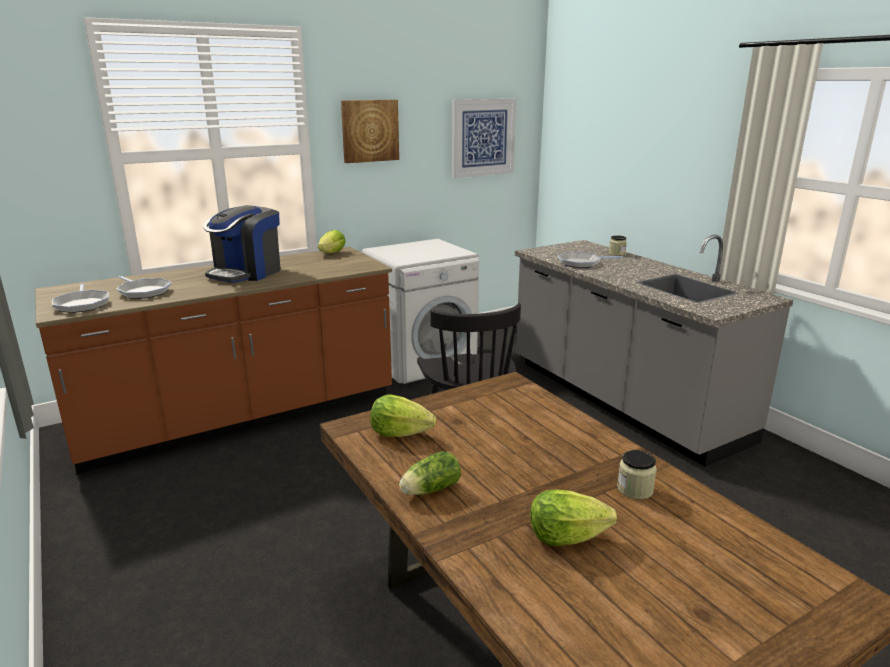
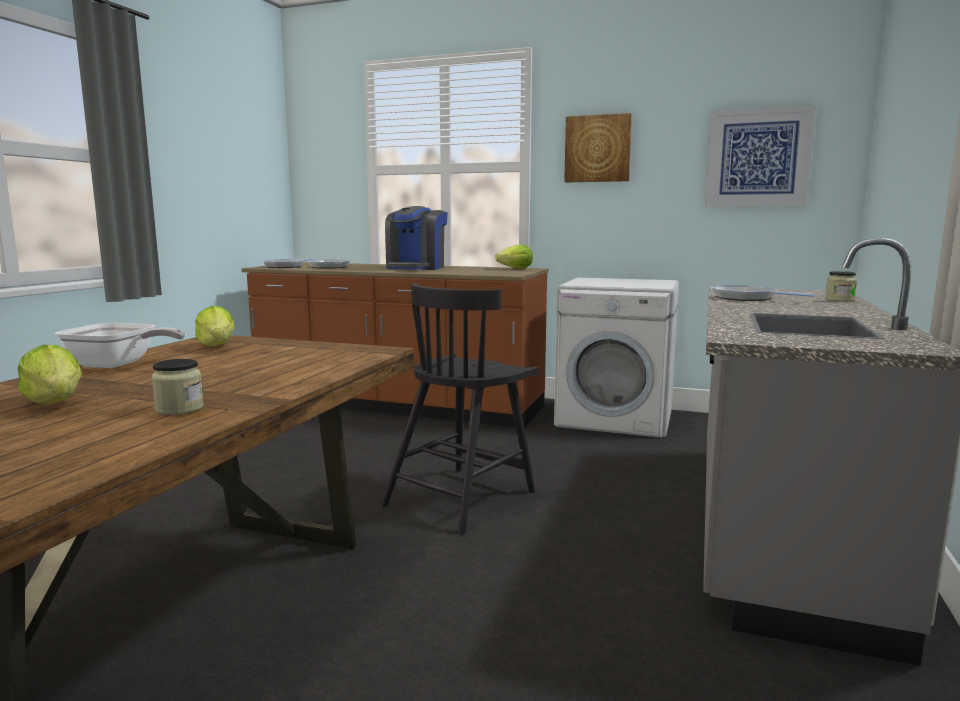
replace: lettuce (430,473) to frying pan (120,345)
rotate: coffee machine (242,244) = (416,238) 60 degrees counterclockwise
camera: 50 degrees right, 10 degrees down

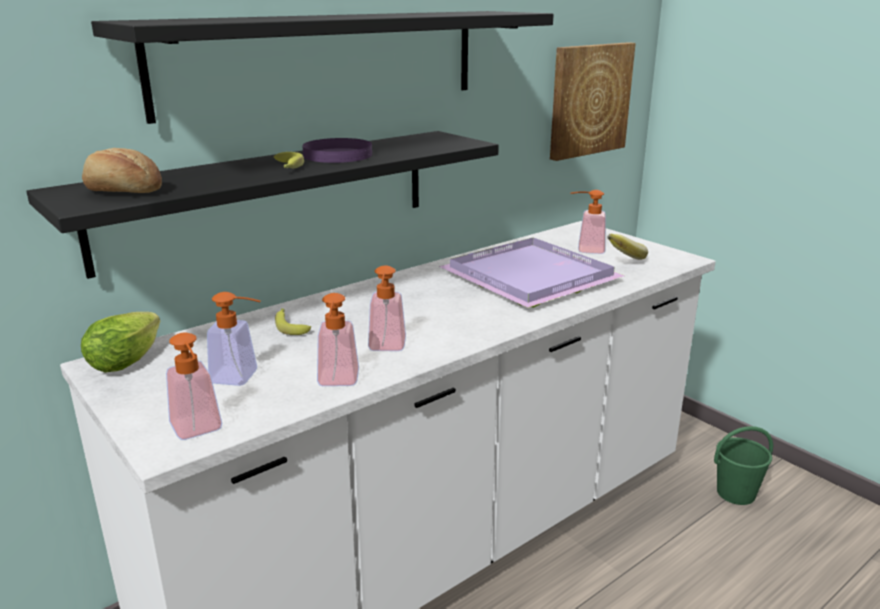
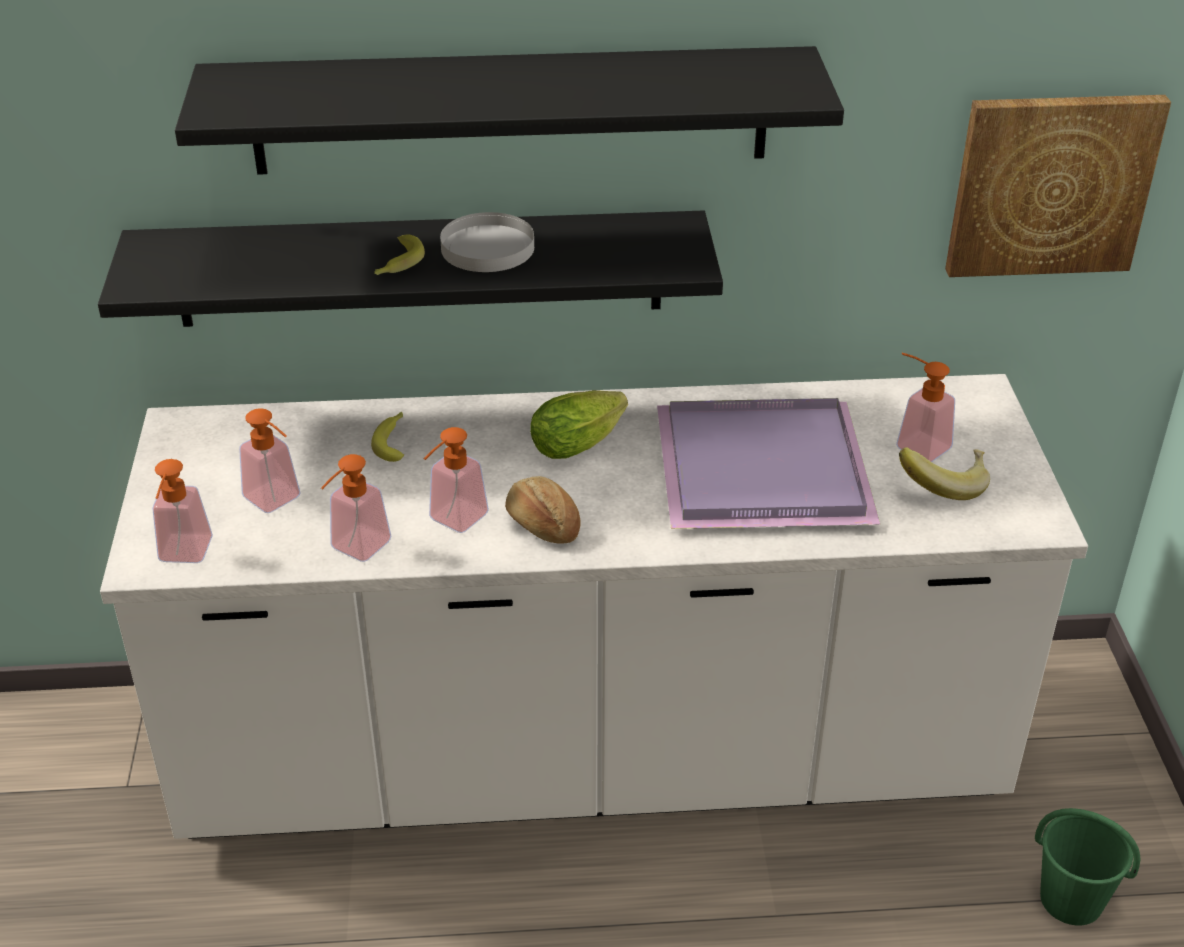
move: bread (122,170) to (543,510); lettuce (120,342) to (579,424)
recolor: purple plate (337,150) to white plate (487,242)
camera: 35 degrees right, 15 degrees up

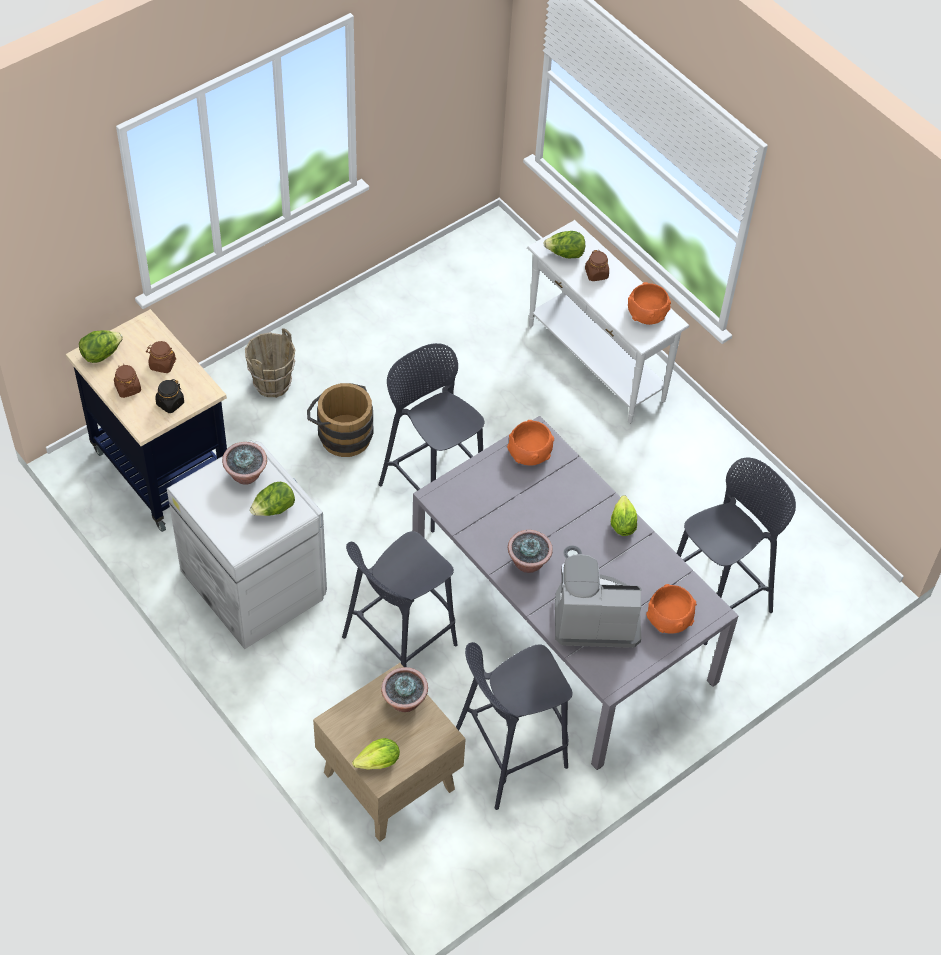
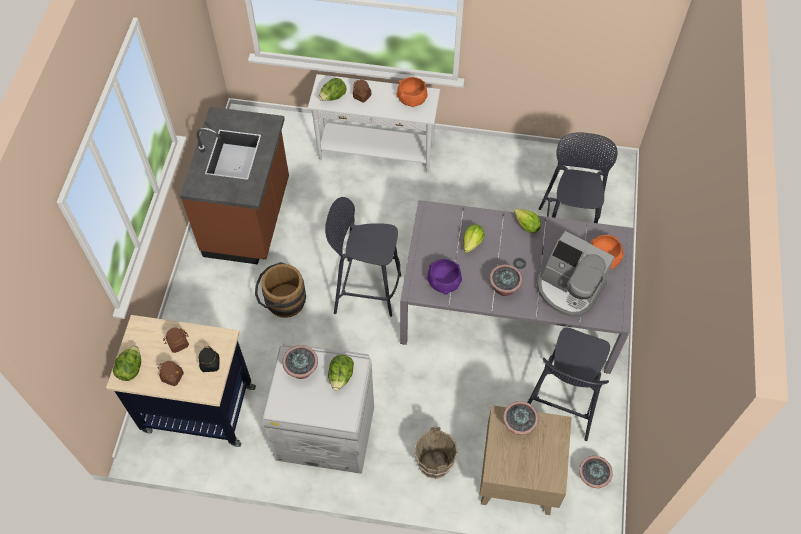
delete: grey stool (400,599); orange bowl (530,443)
insert: brown counter (234,186); purple bowl (444,277); potted plant (596,472)
move: brown bucket (270,363) to (436,453); lettuce (376,754) to (474,238)
rotate: coffee machine (598,601) = (575,274) 105 degrees counterclockwise
camera: 40 degrees left, 5 degrees up

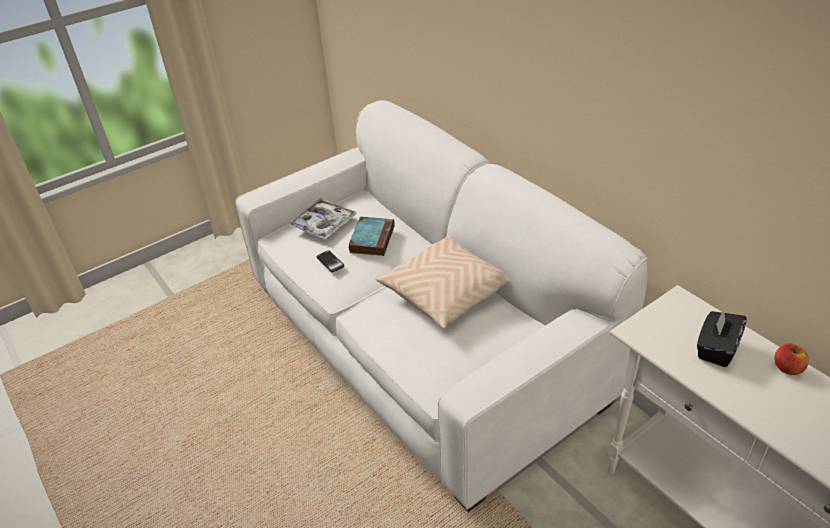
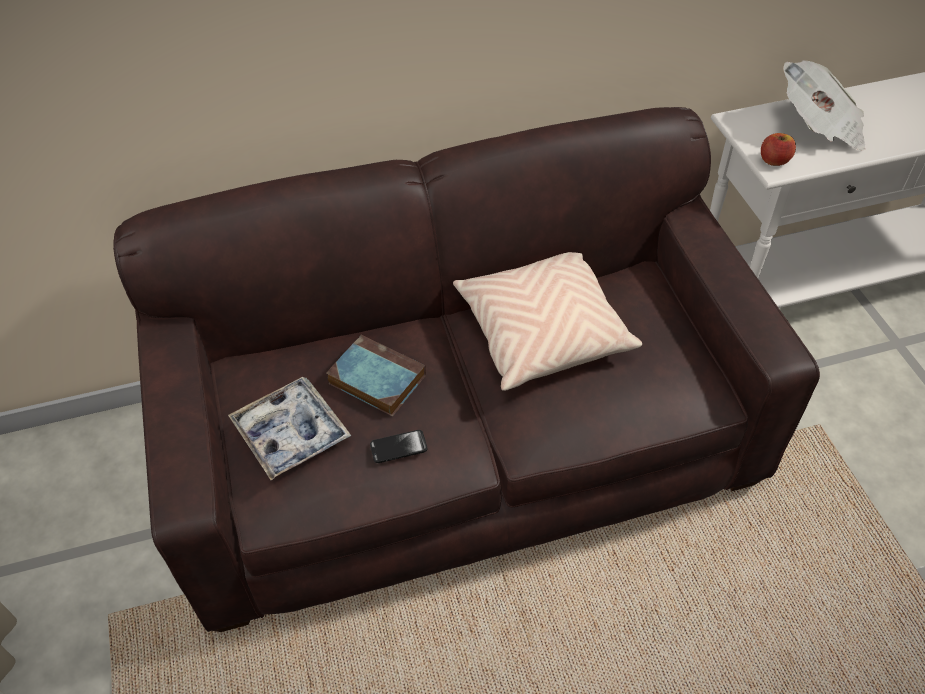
move: apple (791,359) to (778,149)
replace: black tissue box (722,338) to newspaper (824,105)
recolor: white sofa (441,306) to brown sofa (466,369)
camera: 70 degrees left, 10 degrees up

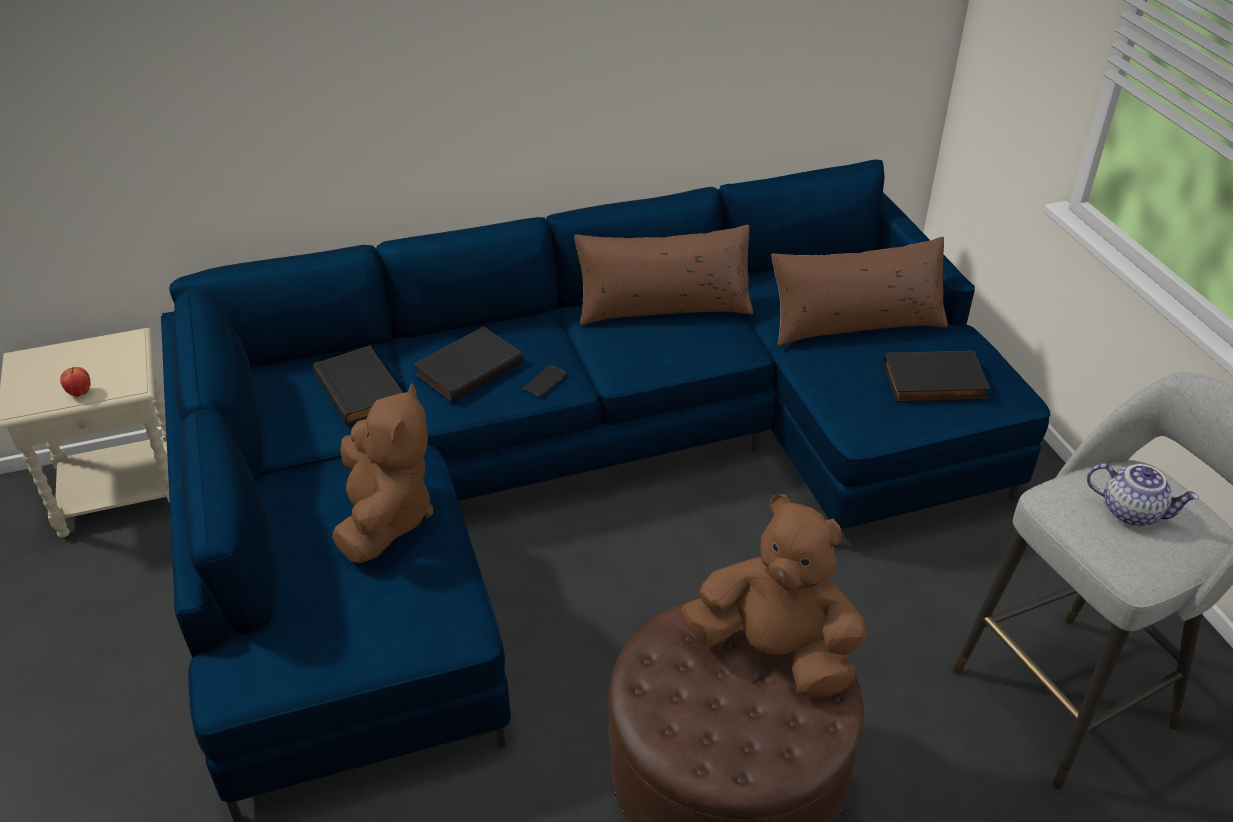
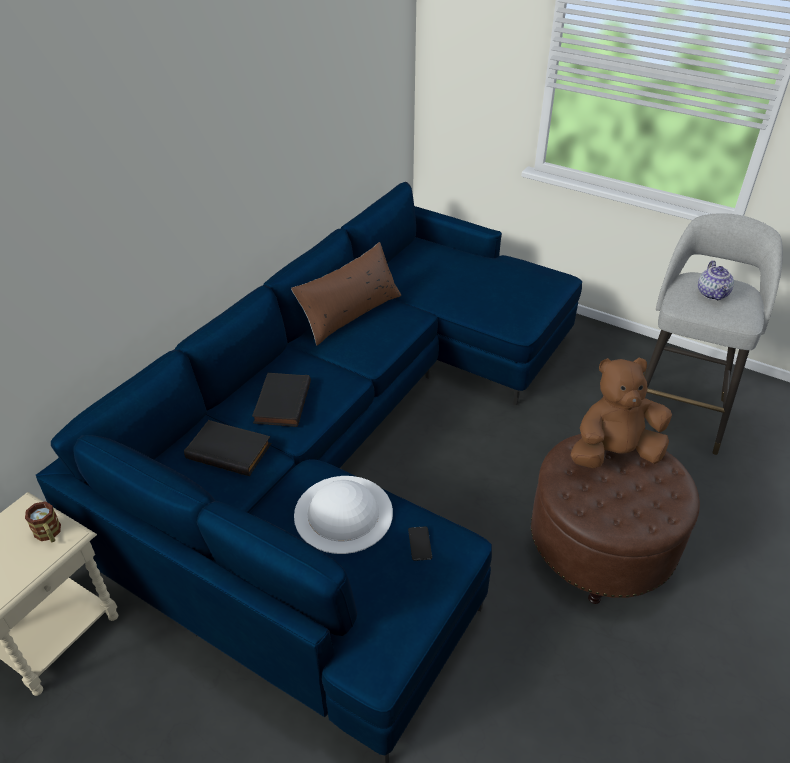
delete: apple (75,382); brown pillow (859,291); black book (936,376)
insert: mug (43,521)
move: phone (545,381) to (420,543)
replace: brown plush toy (382,473) to white hat (343,515)
rotate: teapot (1143,494) = (716,280) 105 degrees clockwise
camera: 40 degrees left, 0 degrees up

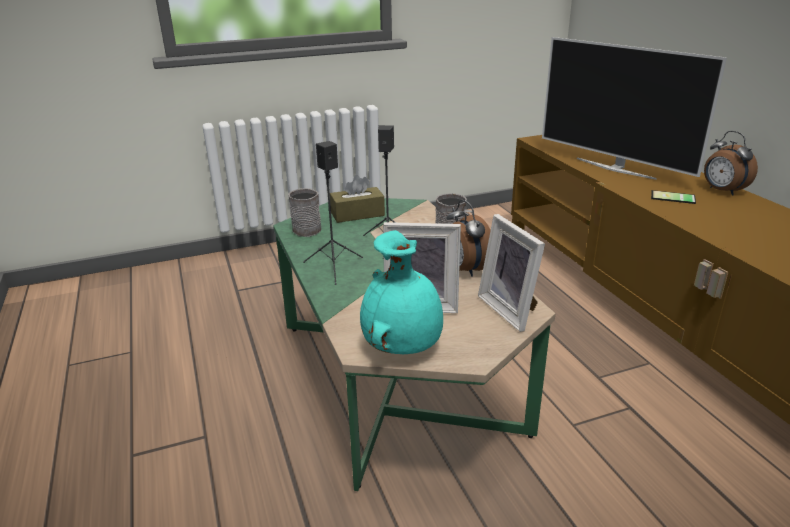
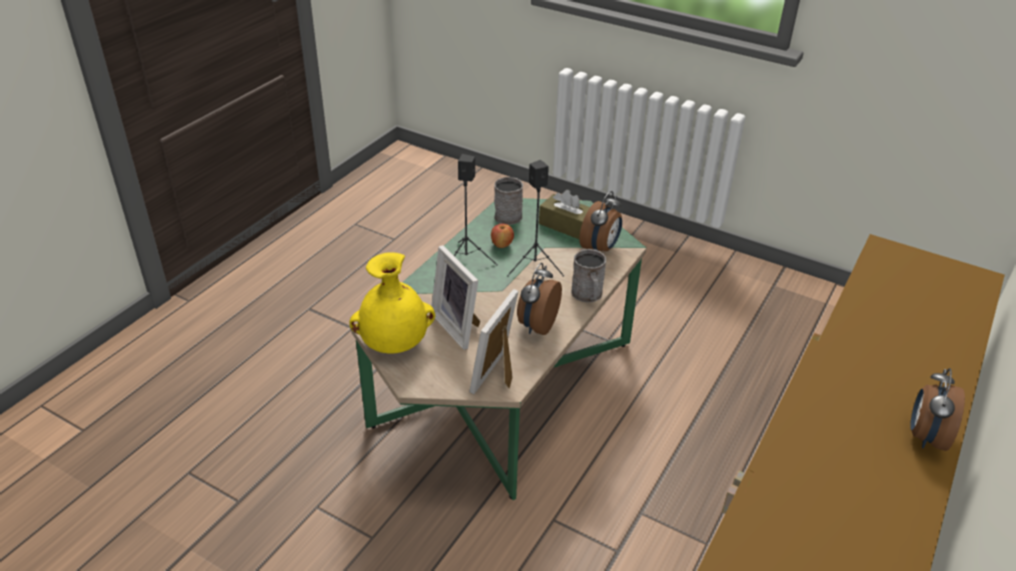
delete: television (634,108); phone (673,197)
insert: apple (502,236); alarm clock (600,221)
recolor: turquoise vase (401,292) to yellow vase (392,303)
camera: 50 degrees right, 10 degrees up

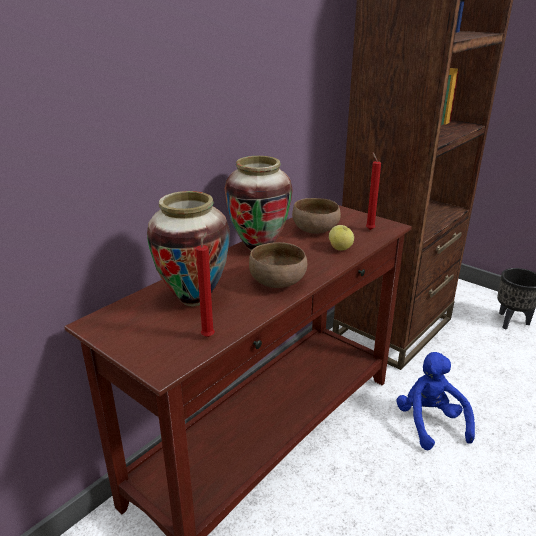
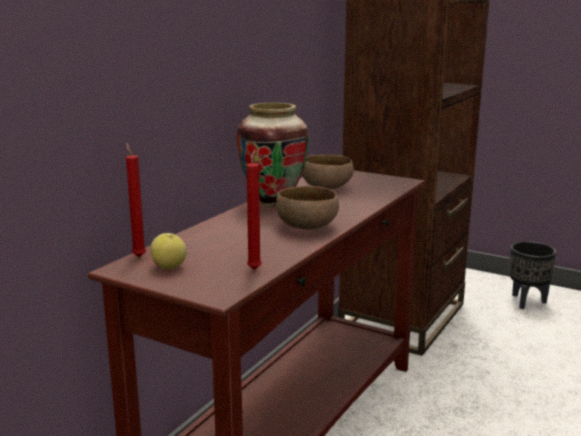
delete: vase (188,248); blue plush toy (435,401)
move: red candle (373,191) to (136,200); apple (341,238) to (169,251)
camera: 10 degrees left, 10 degrees down

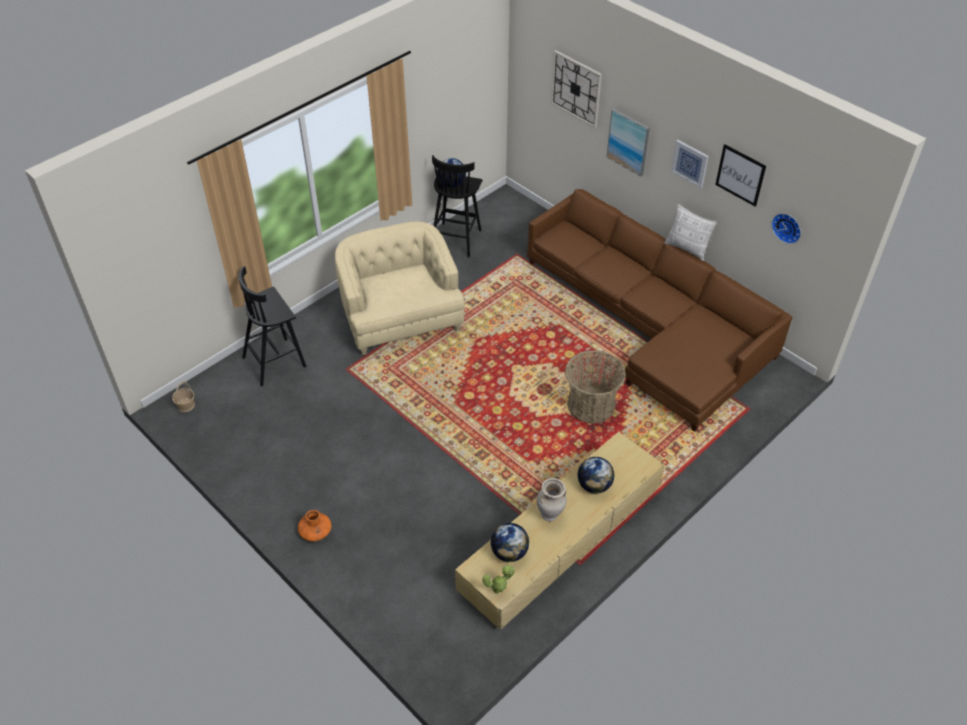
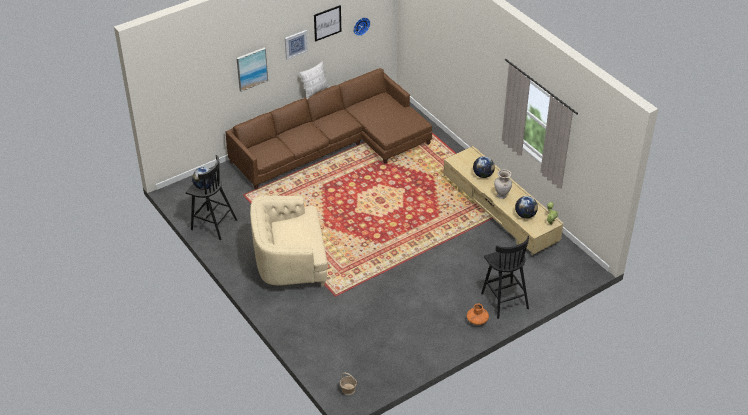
delete: wall clock (576,89); basket (595,387)
move: black stool (272,326) to (505,277)
camera: 80 degrees left, 5 degrees down

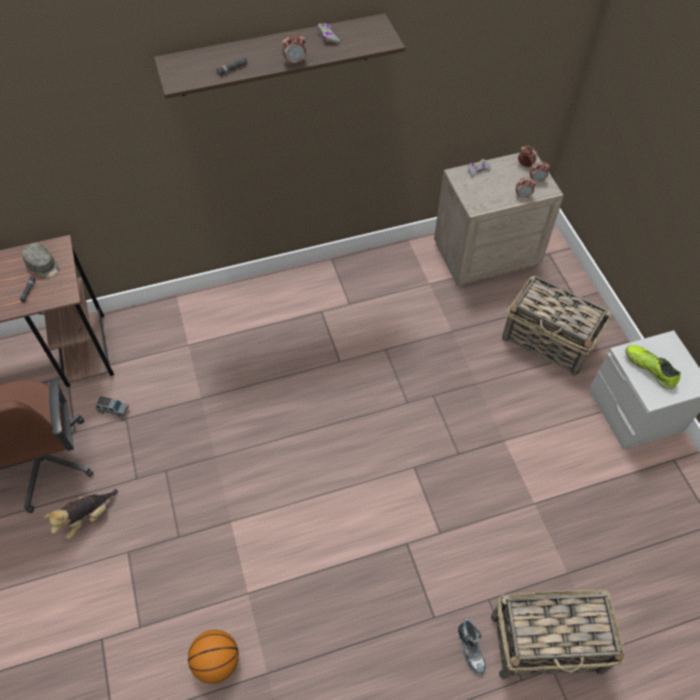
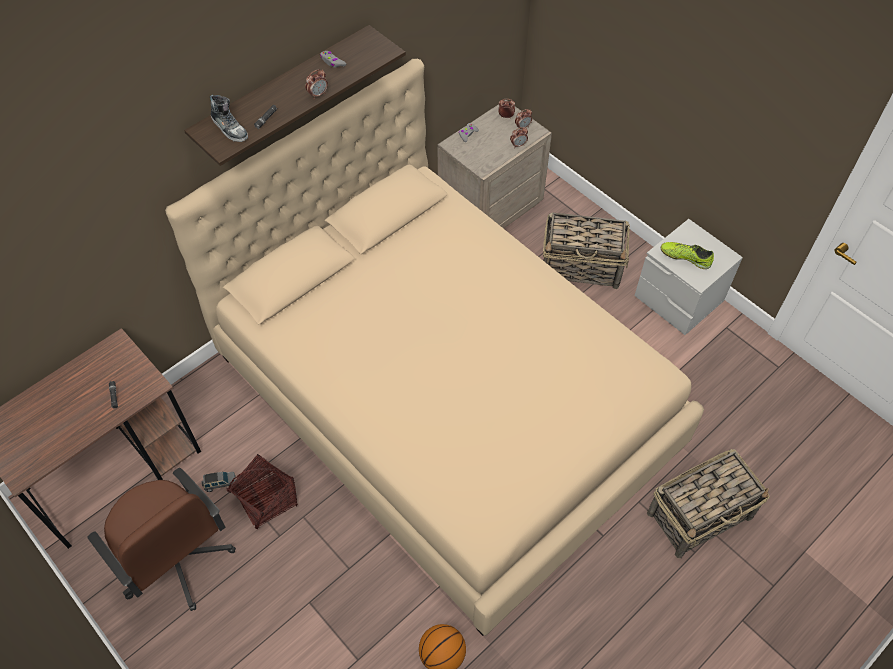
delete: grey cap (41,261); plush toy (81,514)
insert: beige bed (434,347); basket (262,491)
move: shoe (471,646) to (229,118)
camera: 25 degrees left, 0 degrees up

